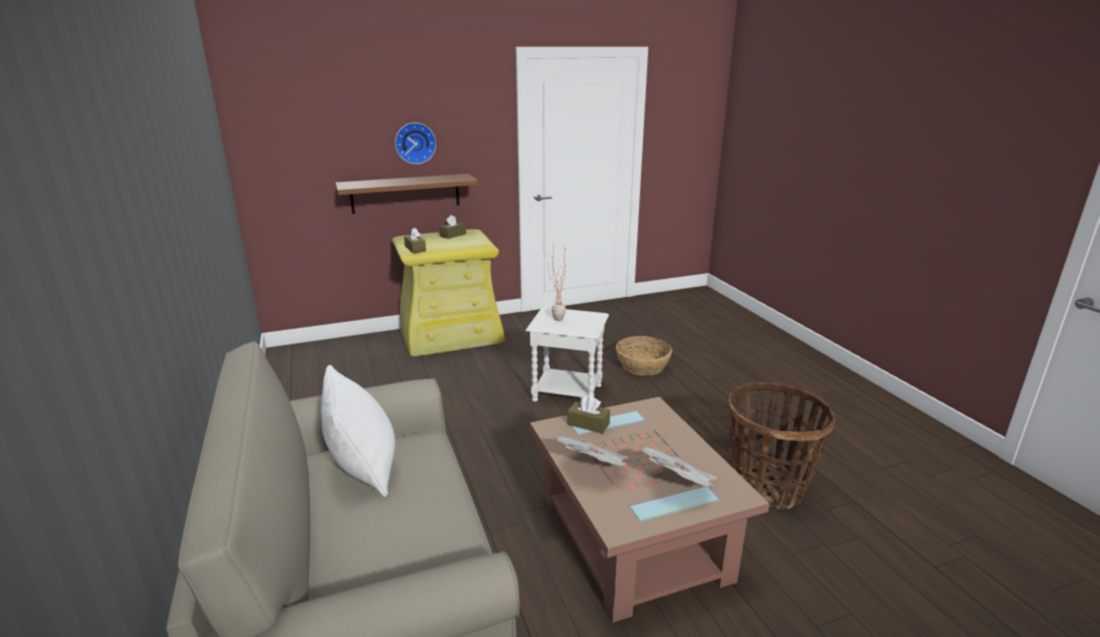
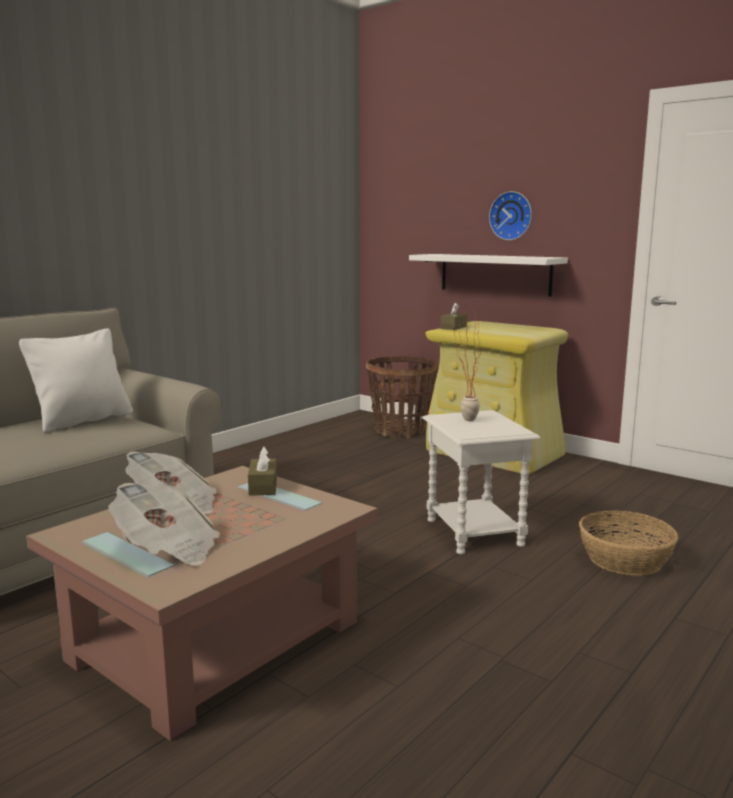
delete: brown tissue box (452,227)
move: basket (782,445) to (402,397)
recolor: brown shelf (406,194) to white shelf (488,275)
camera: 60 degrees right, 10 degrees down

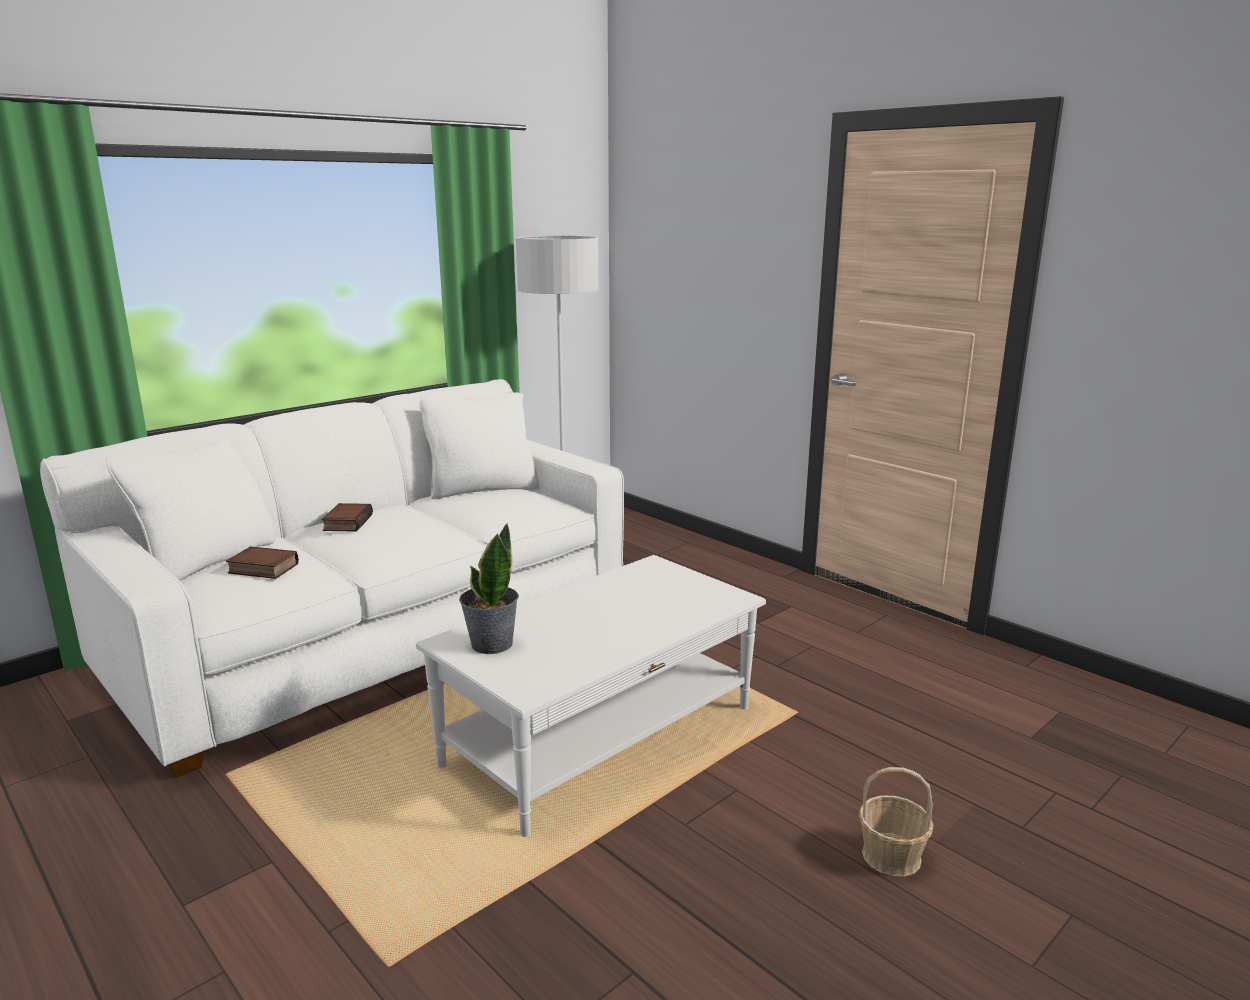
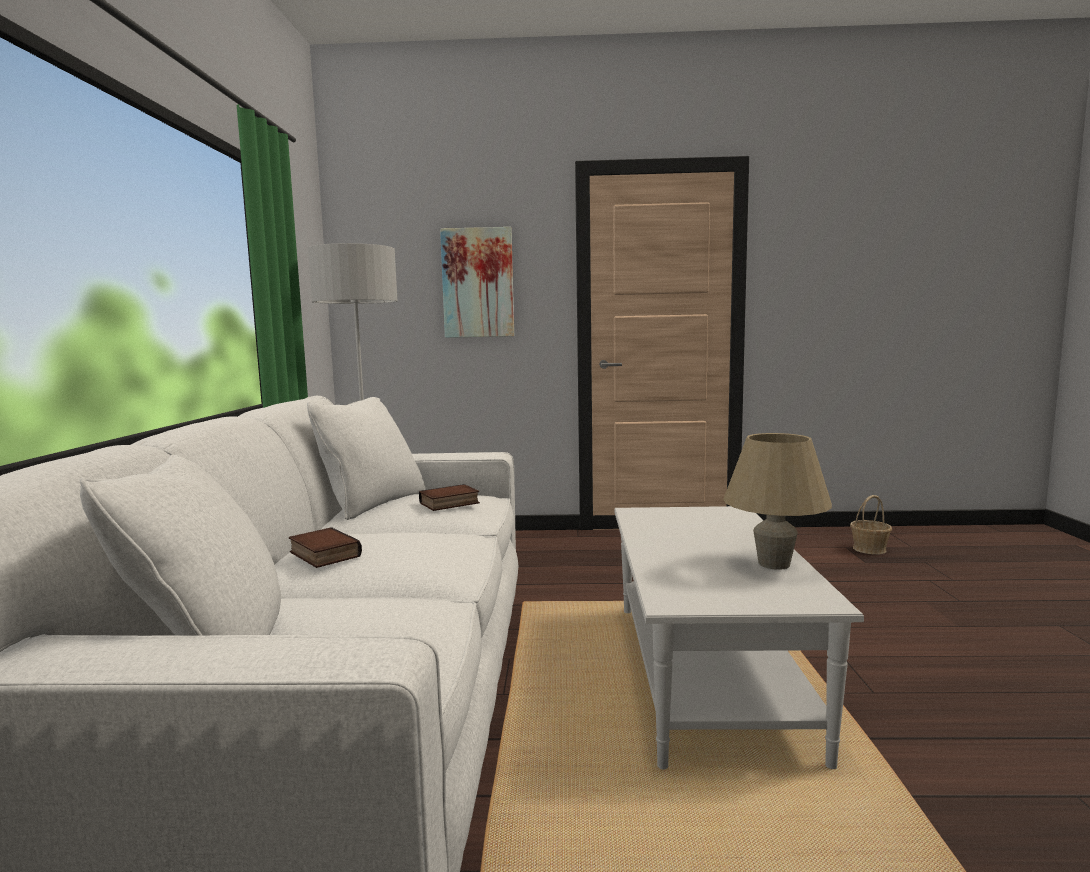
delete: potted plant (489,588)
insert: picture (477,282); beige table lamp (777,501)
move: book (262,562) to (449,497); basket (896,822) to (871,524)
camera: 45 degrees left, 10 degrees down

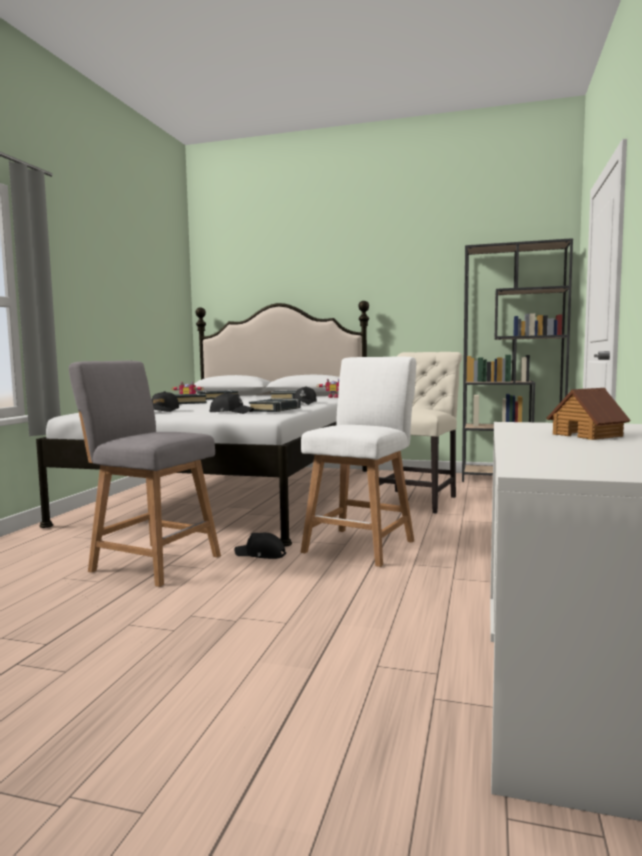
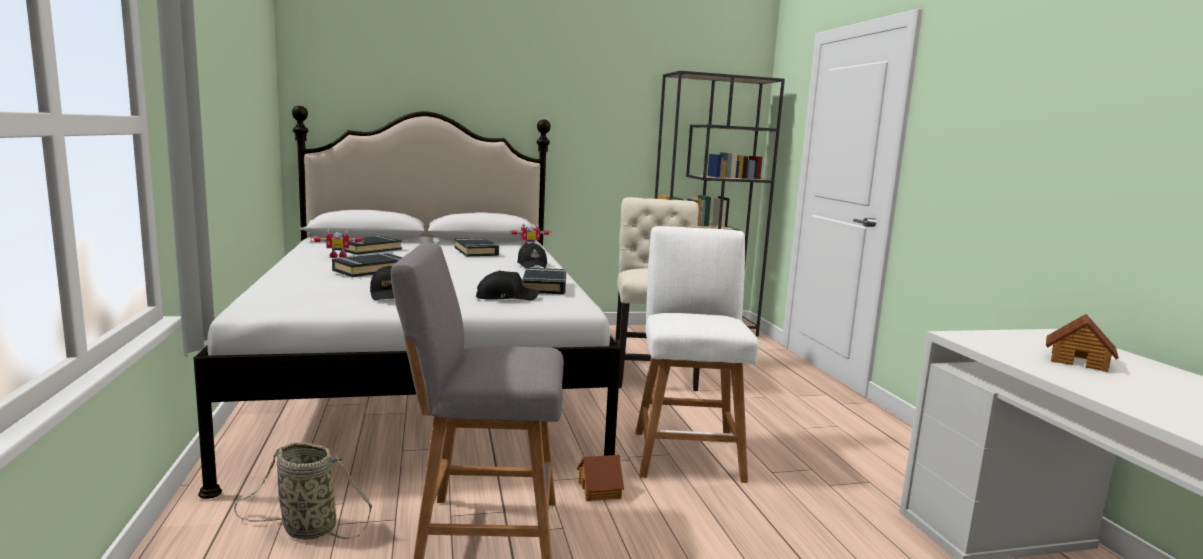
insert: basket (303,490)
replace: black cap (260,545) to toy house (600,478)
camera: 30 degrees left, 5 degrees up

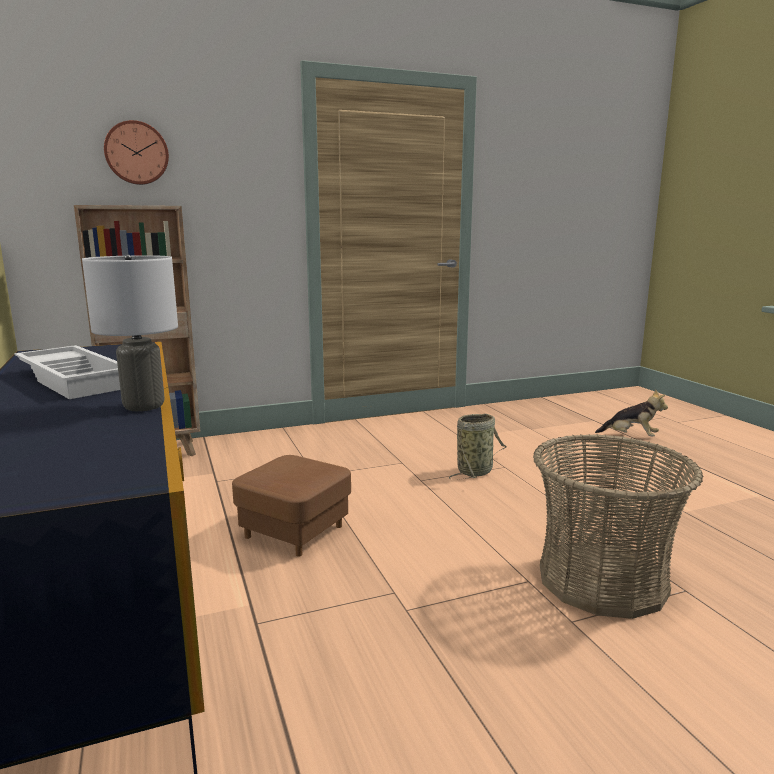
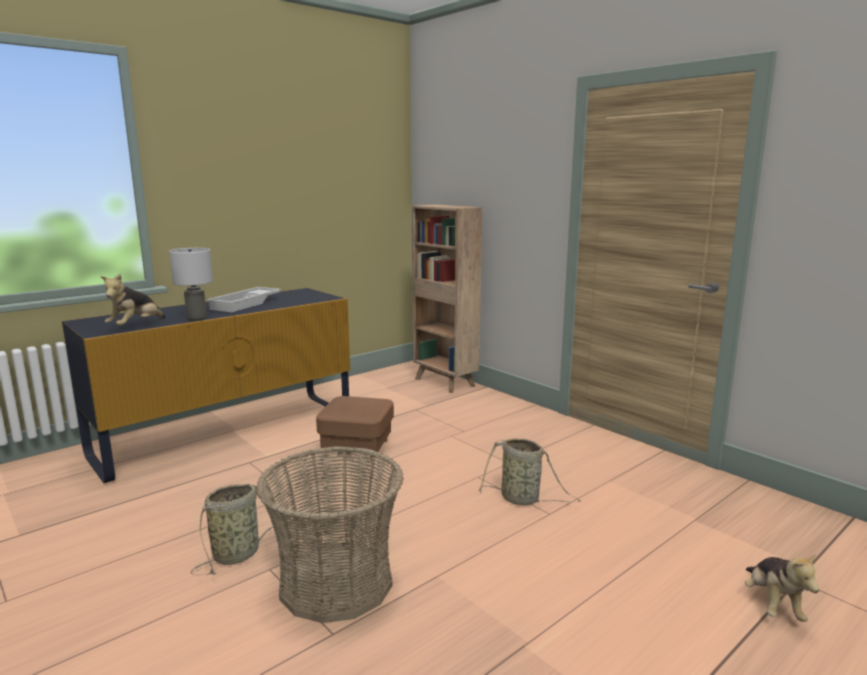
delete: wall clock (136,152)
insert: plush toy (132,299); basket (233,529)
camera: 70 degrees right, 0 degrees up

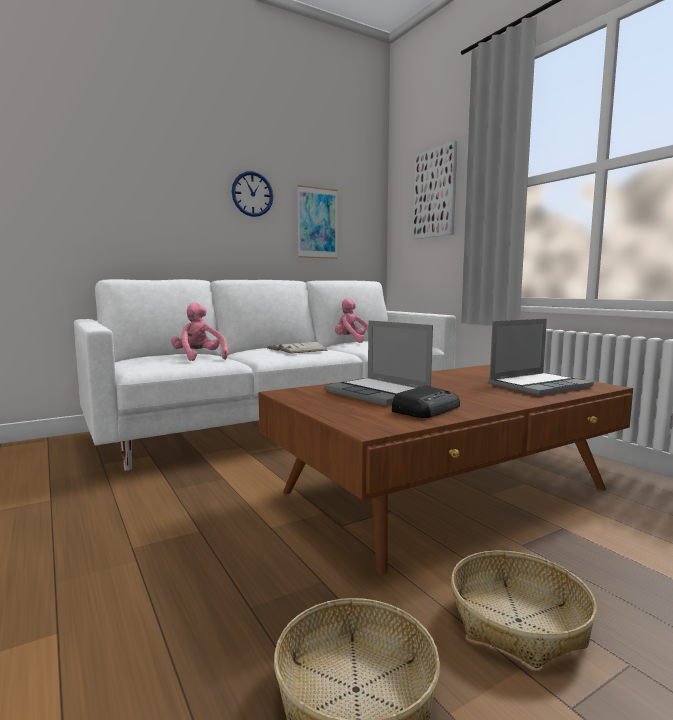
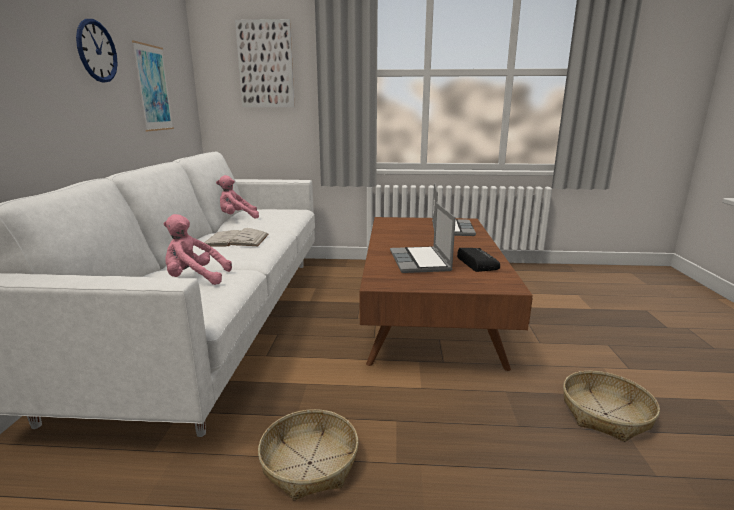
move: basket (524,609) to (308,454)
rotate: laptop (379,363) = (423,238) 90 degrees clockwise
camera: 55 degrees left, 10 degrees up

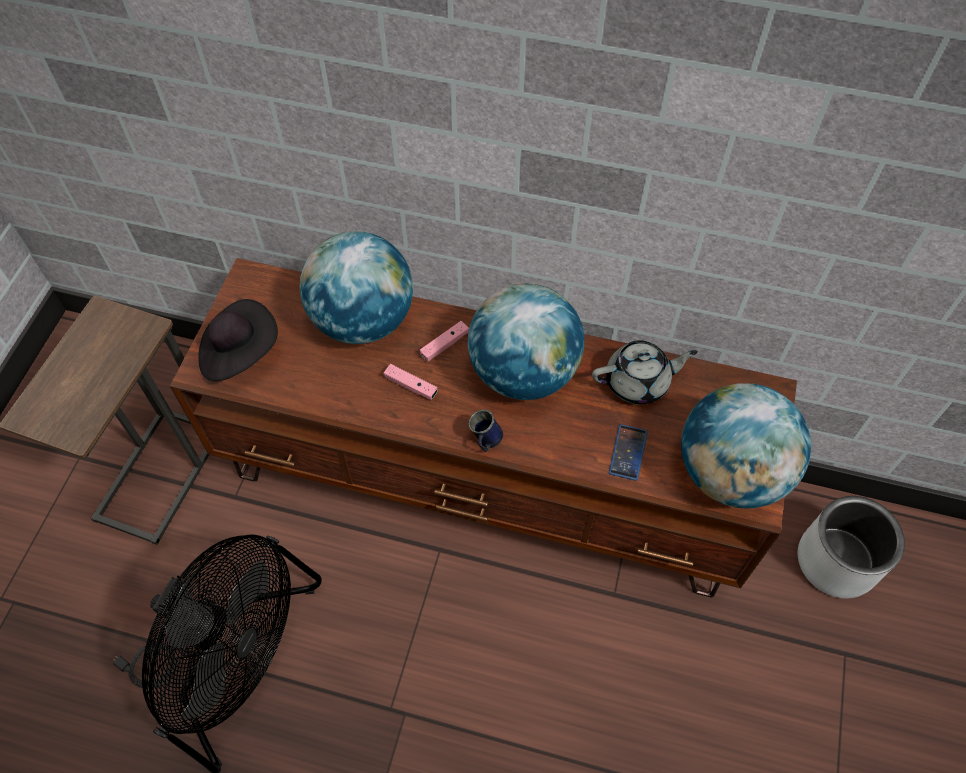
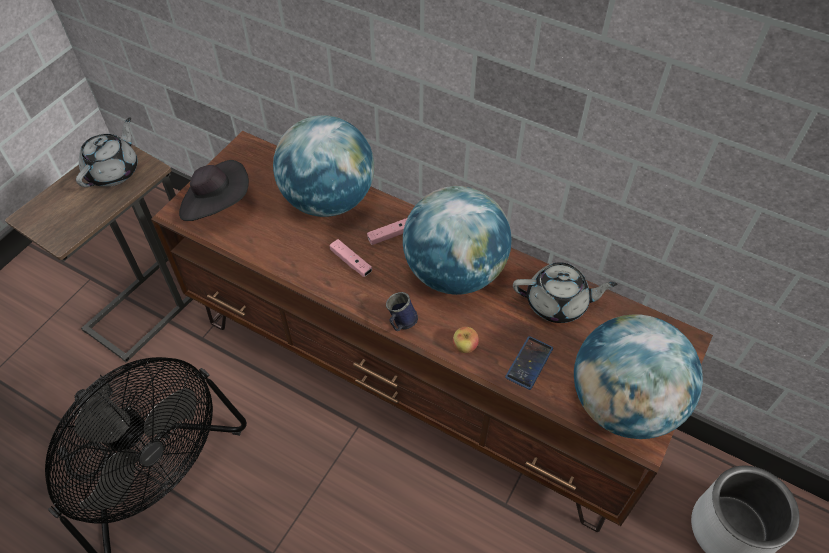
insert: grey teapot (107,152); apple (466,340)
camera: 15 degrees right, 5 degrees down

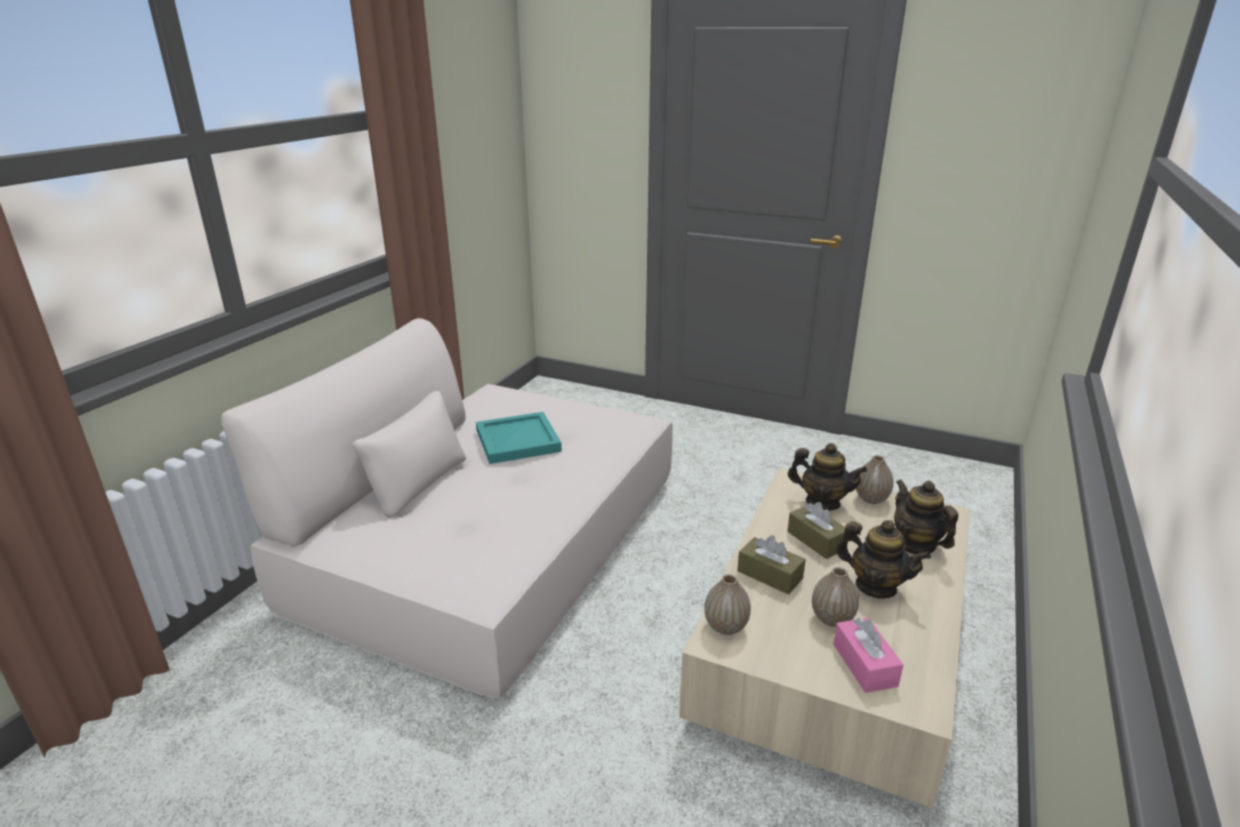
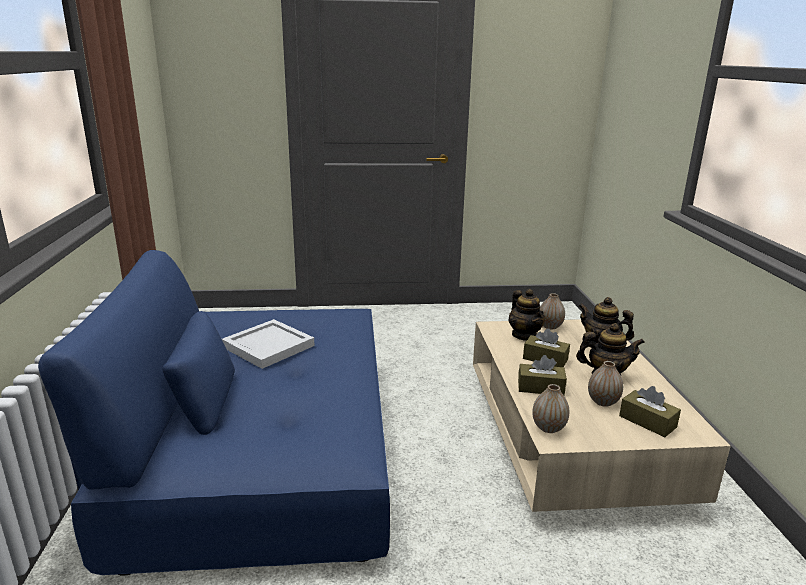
recolor: beige sofa (447,508) to blue sofa (214,413); turquoise tray (519,438) to white tray (268,344); pink tissue box (868,655) to brown tissue box (650,411)
rotate: teapot (827,477) = (526,315) 75 degrees clockwise
camera: 30 degrees left, 5 degrees down

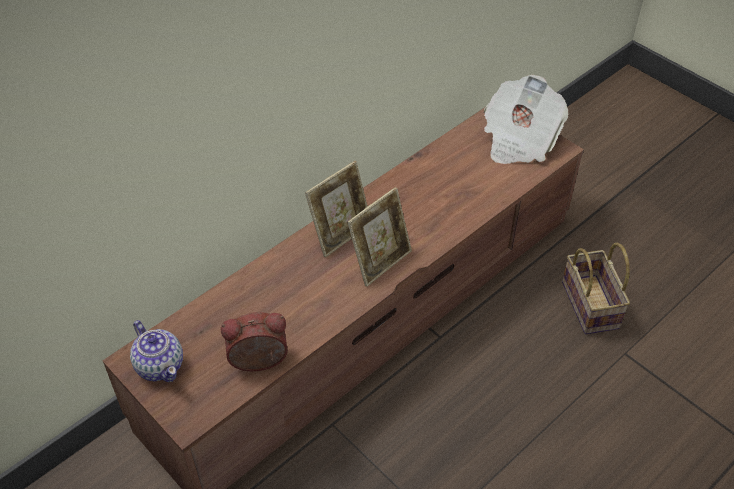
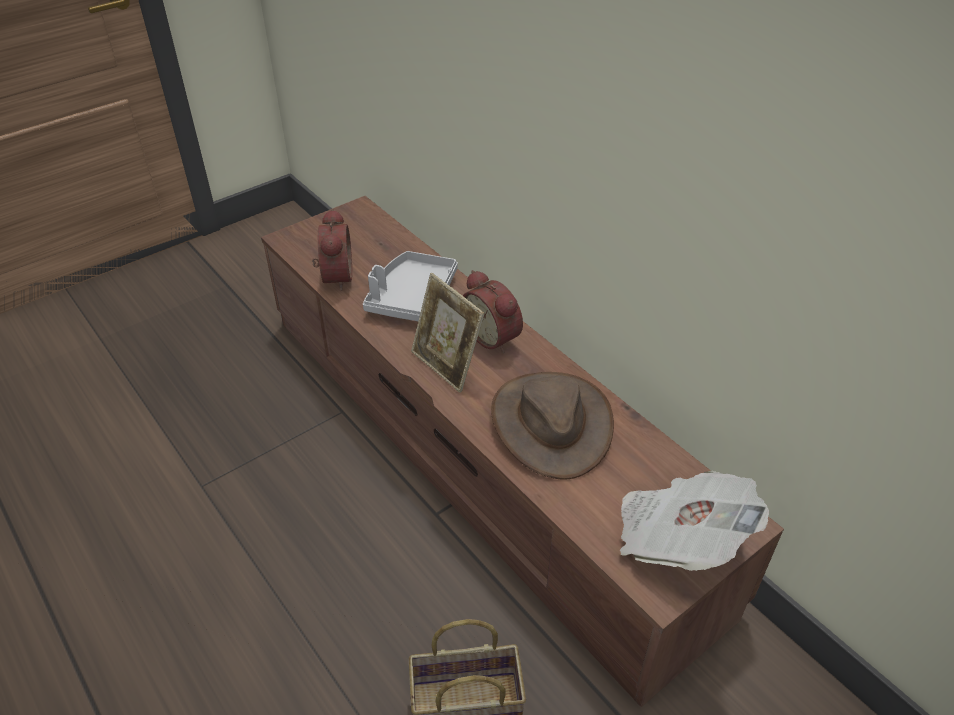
delete: teapot (156,351)
insert: grey tray (410,286); brown hat (552,426)
replace: picture frame (336,209) to alarm clock (493,311)
camera: 95 degrees right, 5 degrees down

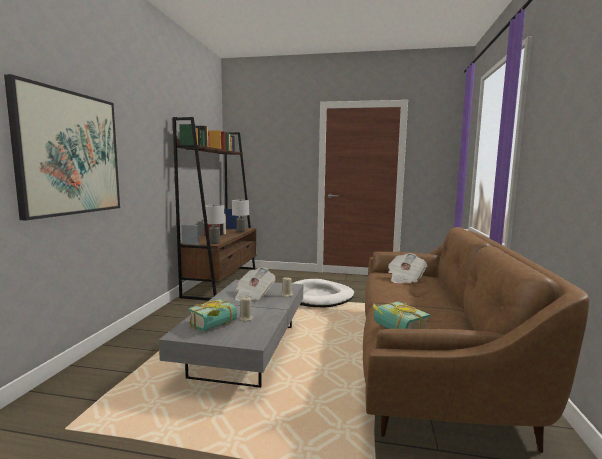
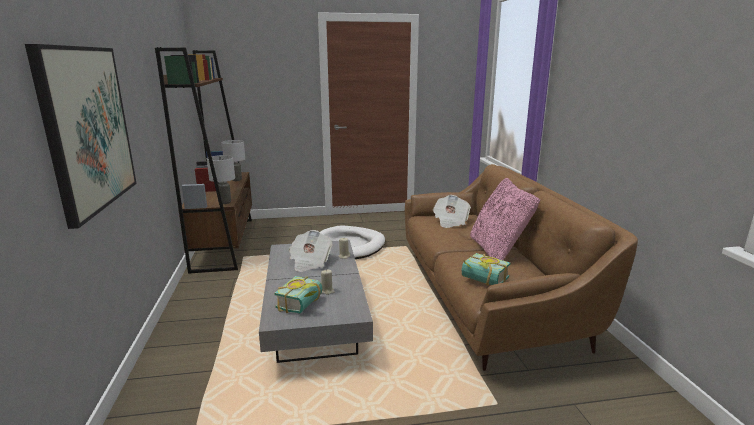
insert: pink pillow (505,219)
camera: 20 degrees left, 10 degrees up

